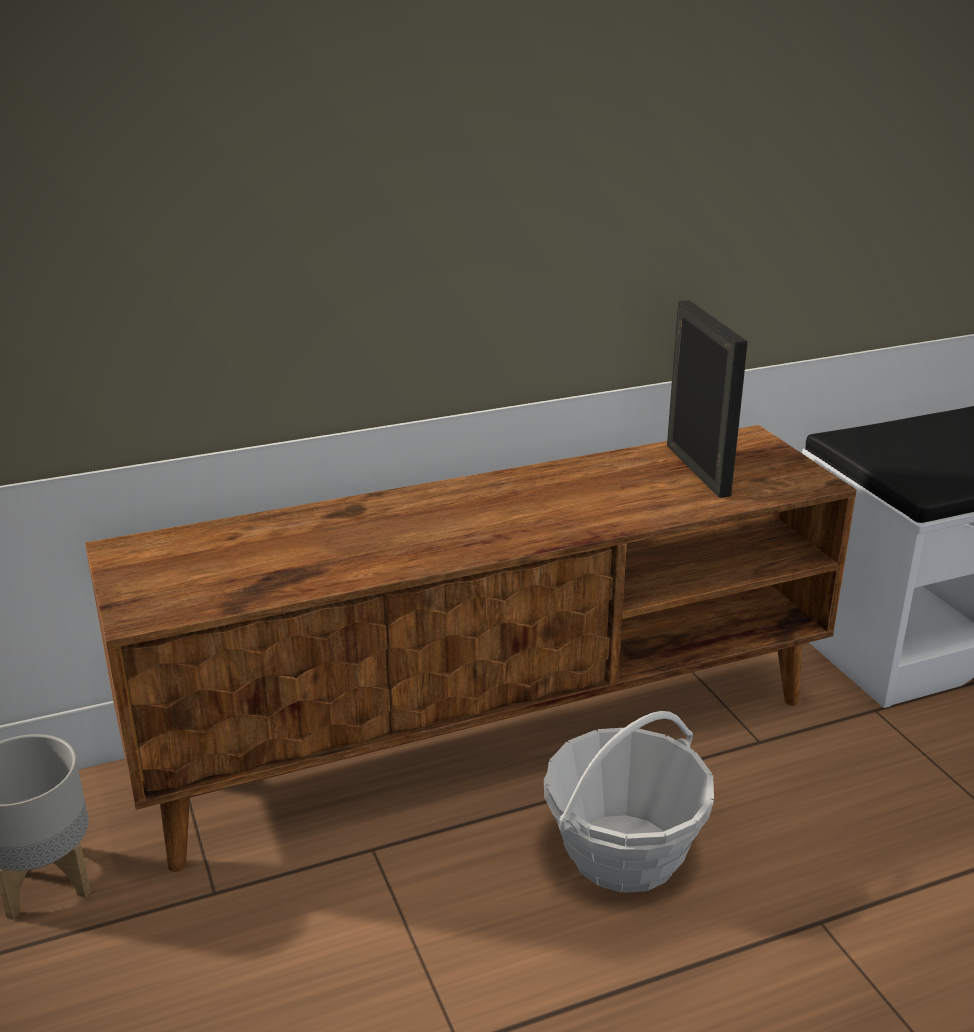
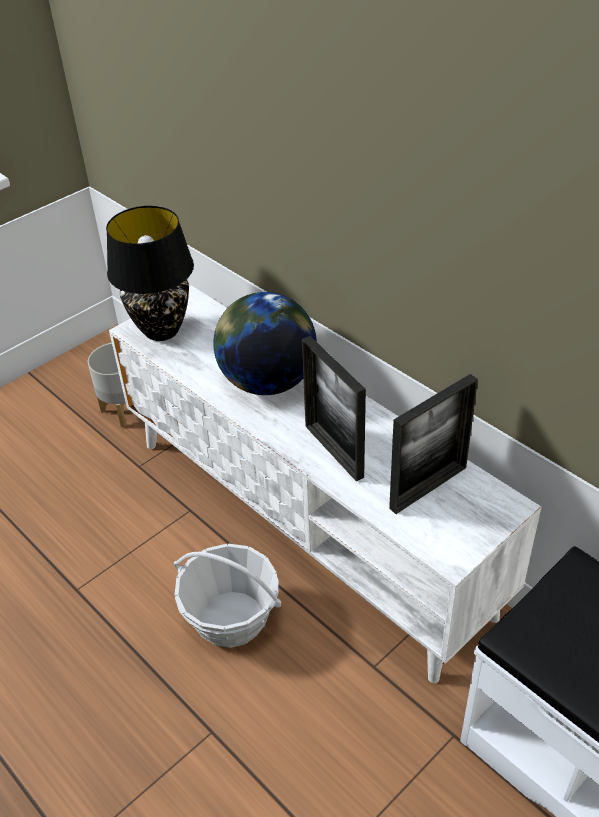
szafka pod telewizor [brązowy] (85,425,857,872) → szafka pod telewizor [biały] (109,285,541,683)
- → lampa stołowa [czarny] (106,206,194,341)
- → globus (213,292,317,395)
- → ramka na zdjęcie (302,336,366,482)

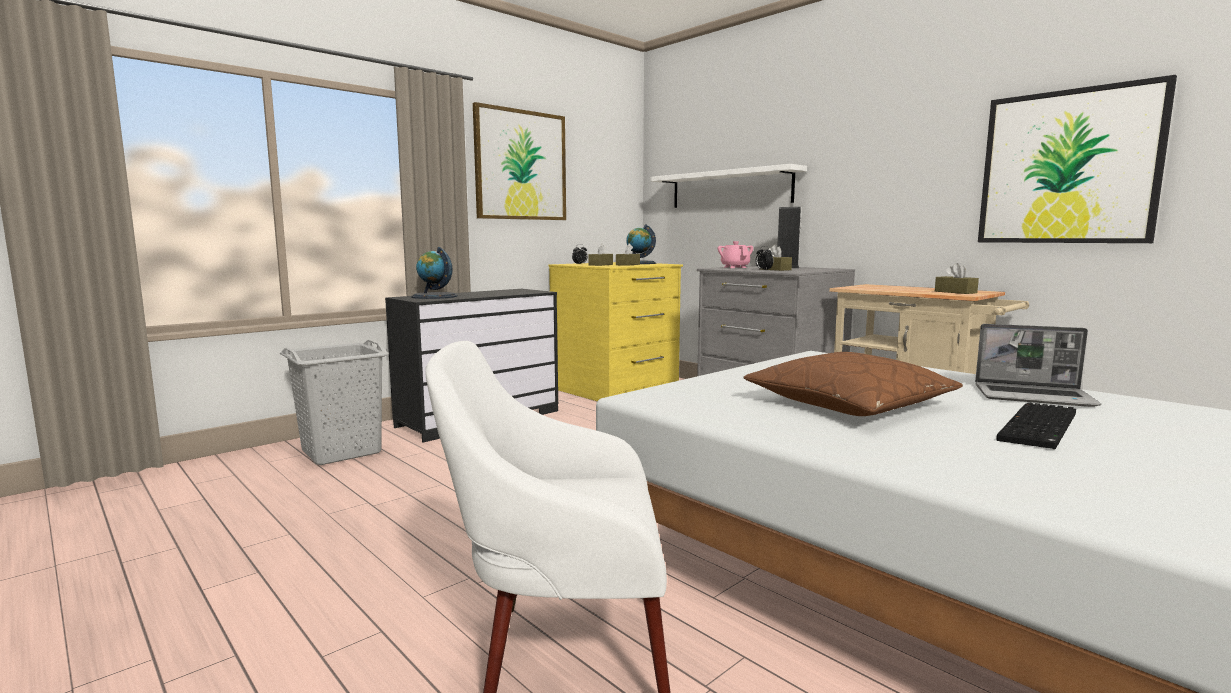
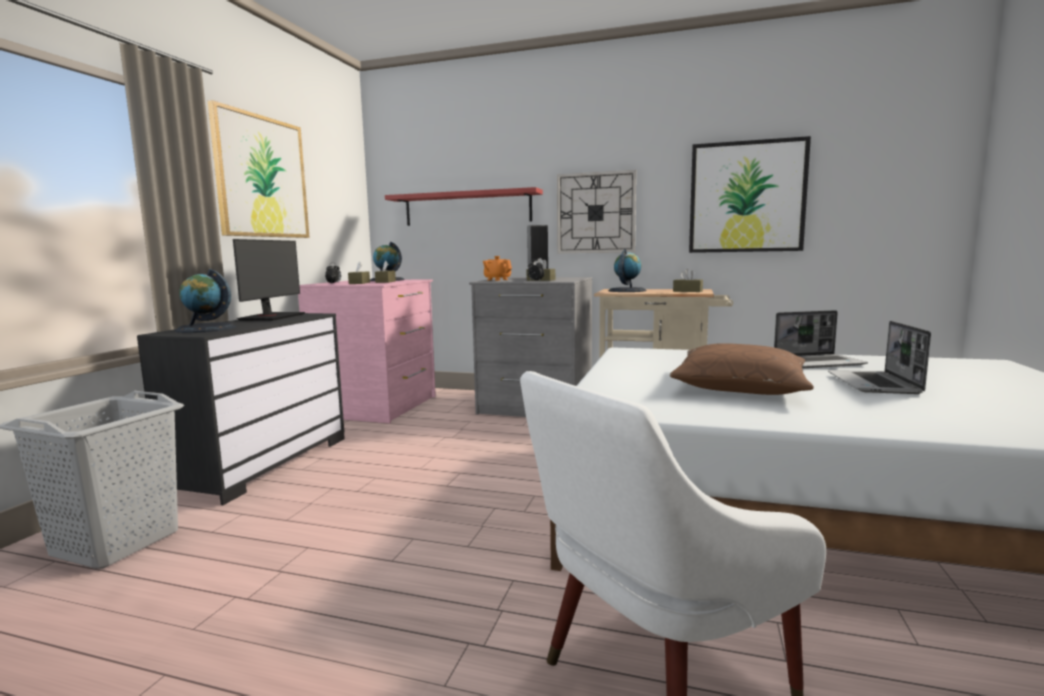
komoda [żółty] (548,262,683,401) → komoda [różowy] (298,280,436,423)
półka [biały] (650,164,807,208) → półka [czerwony] (385,187,543,226)
imbryk [różowy] (718,241,753,268) → imbryk [pomarańczowy] (483,256,512,281)
klawiatura (996,402,1076,449) → laptop (828,321,931,394)
- → monitor (233,239,305,321)
- → zegar ścienny (557,170,636,253)
- → globus (608,249,646,292)

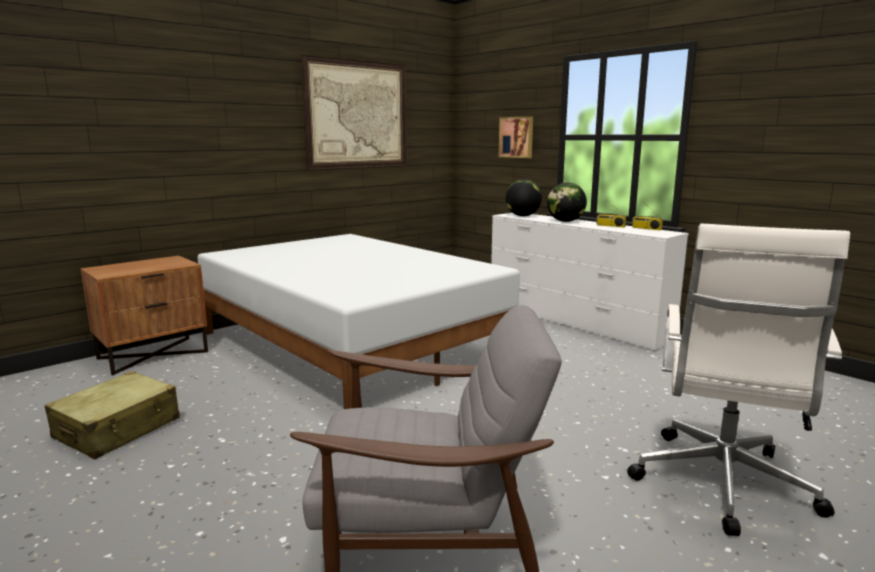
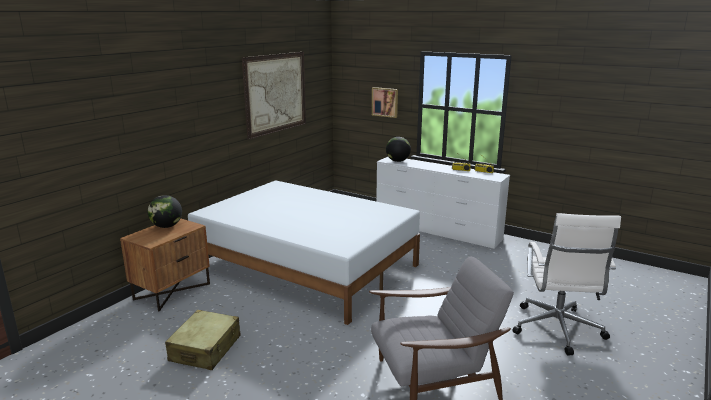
globus (547,182,587,222) → globus (148,195,182,228), move

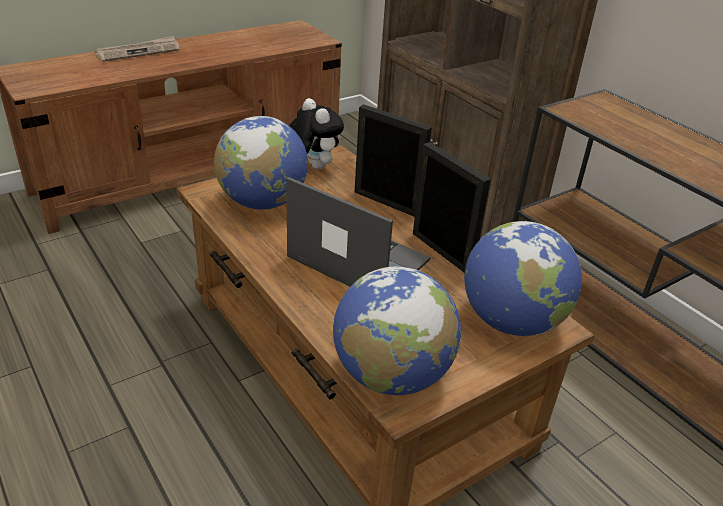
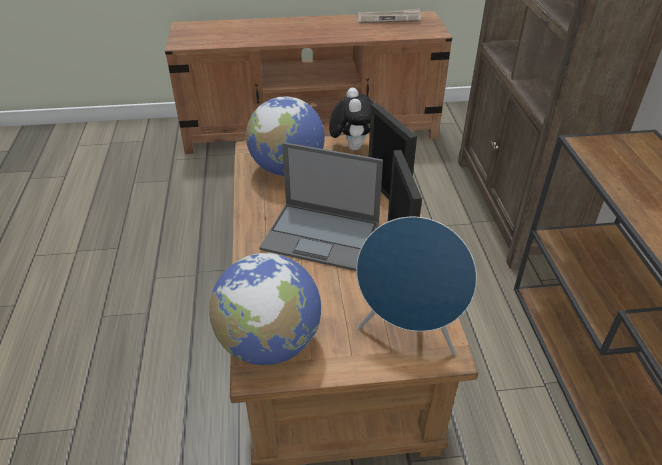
gazeta (95,36,179,62) → gazeta (356,9,421,23), move
laptop (286,177,431,286) → laptop (259,142,383,271), 135 degrees clockwise
globus (464,221,582,336) → głośnik [niebieski] (356,217,477,355)

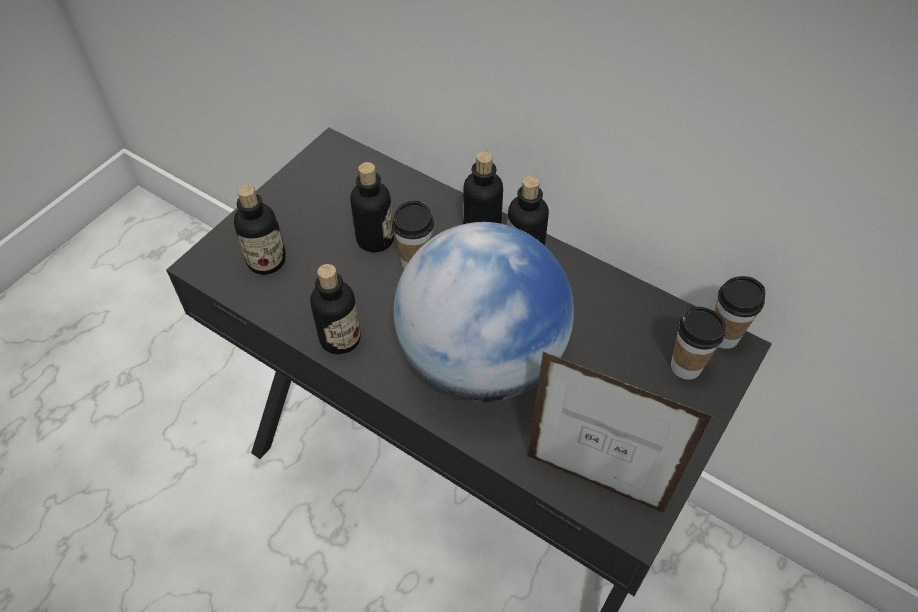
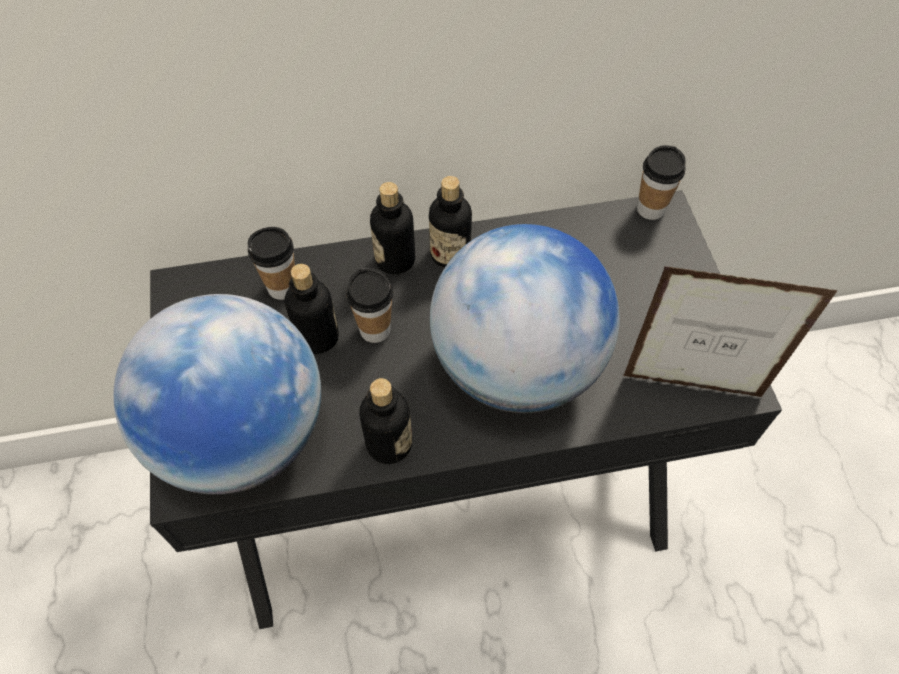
butelka (234,184,286,275) → globus (113,294,321,495)
ramka na zdjęcie (528,352,713,513) → ramka na zdjęcie (622,266,838,397), 150 degrees counterclockwise
filiżanka (671,307,726,380) → filiżanka (248,227,295,300), move

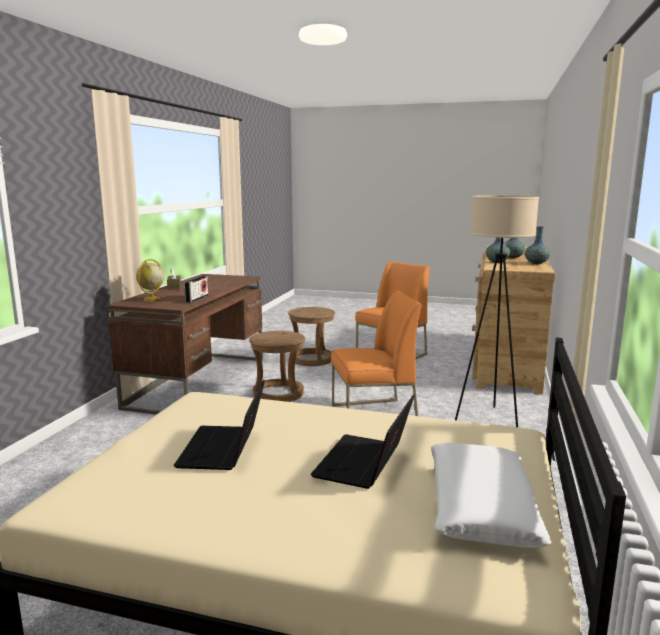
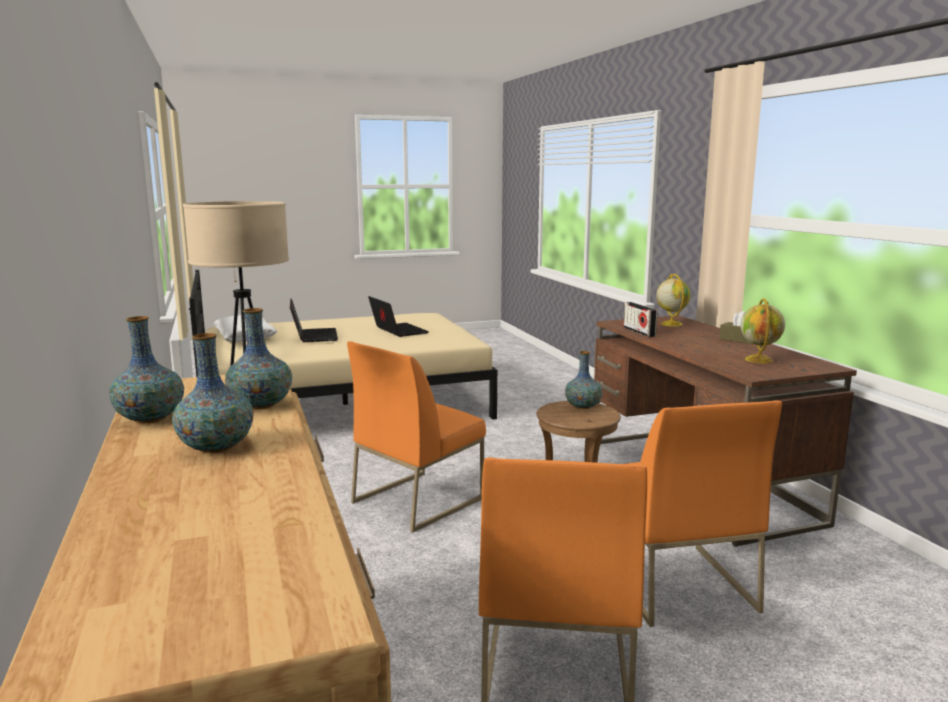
stołek [brązowy] (288,307,335,366) → krzesło [pomarańczowy] (627,400,782,627)
- → wazon (565,351,602,409)
- → globus (741,298,785,364)

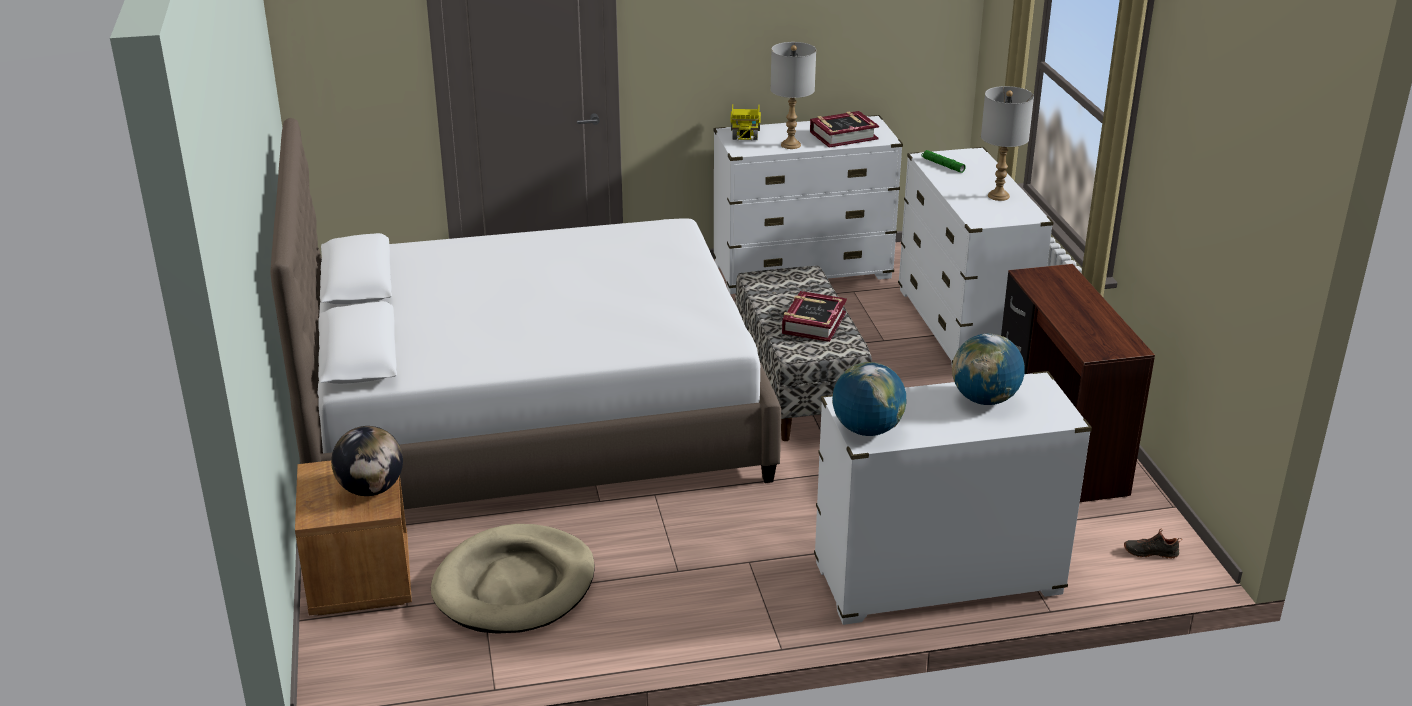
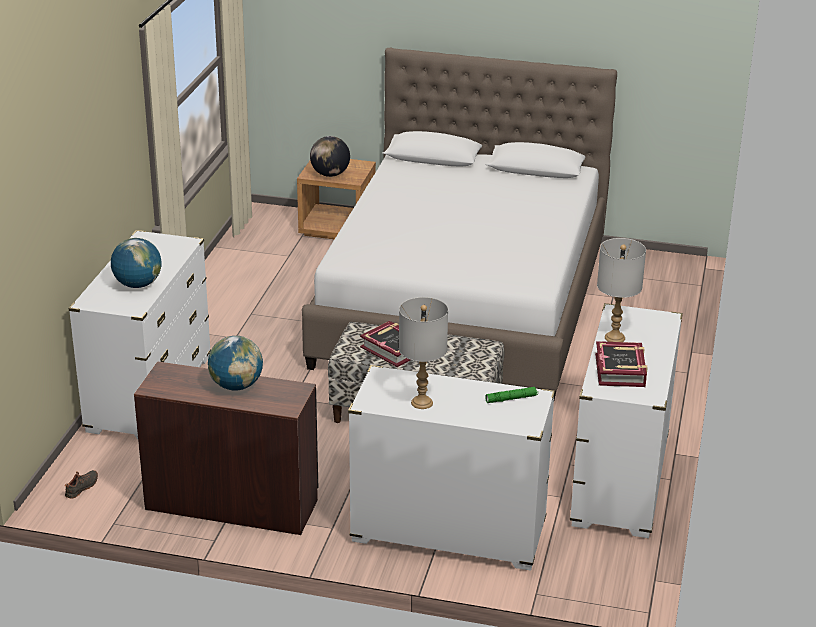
legowisko [beżowy] (431,524,595,634) → -
ciężarówka zabawkowa (730,104,761,141) → -
globus (832,362,906,436) → globus (208,336,263,391), move

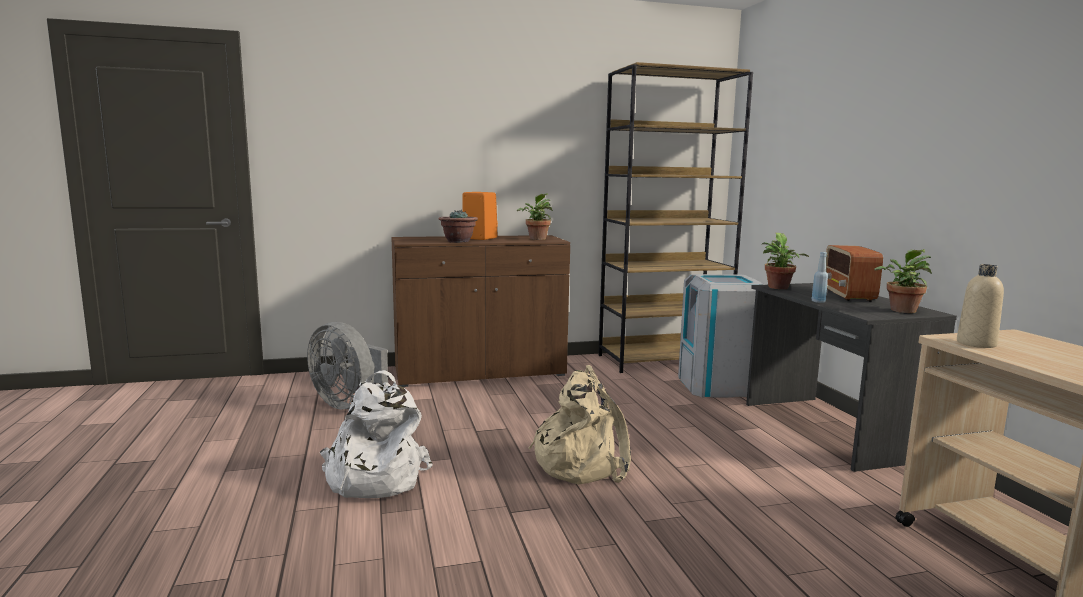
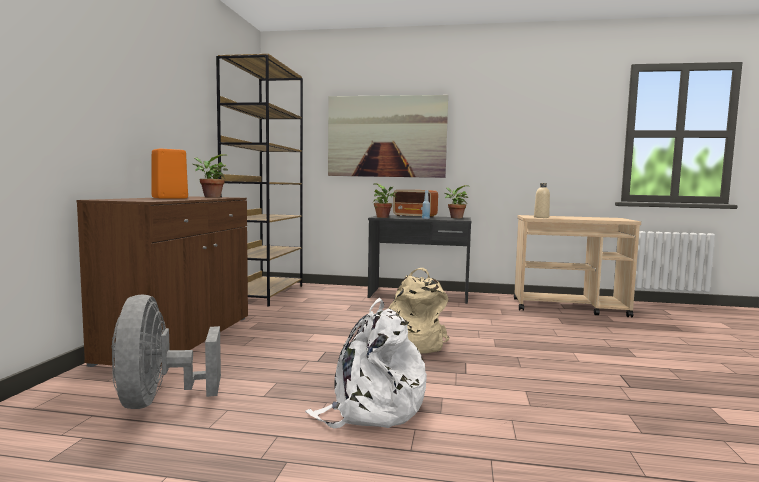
wentylator [szary] (307,322,388,409) → wentylator [szary] (111,294,221,409), 105 degrees clockwise
roślina doniczkowa (439,210,478,243) → -
kosz na śmieci [szary] (678,274,766,397) → -
- → obraz (328,95,448,178)

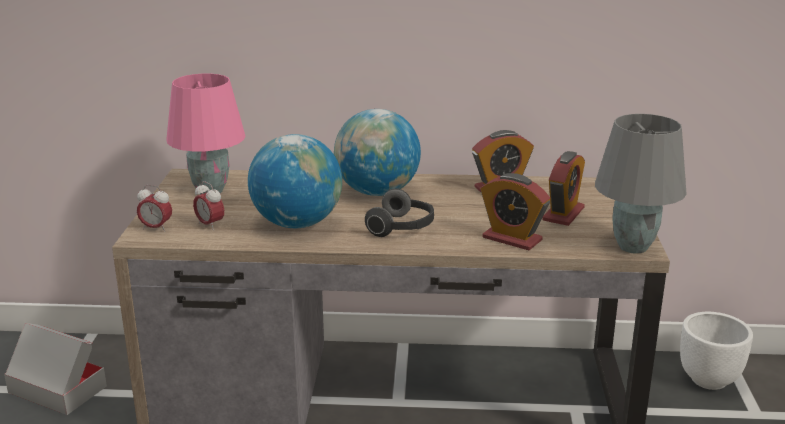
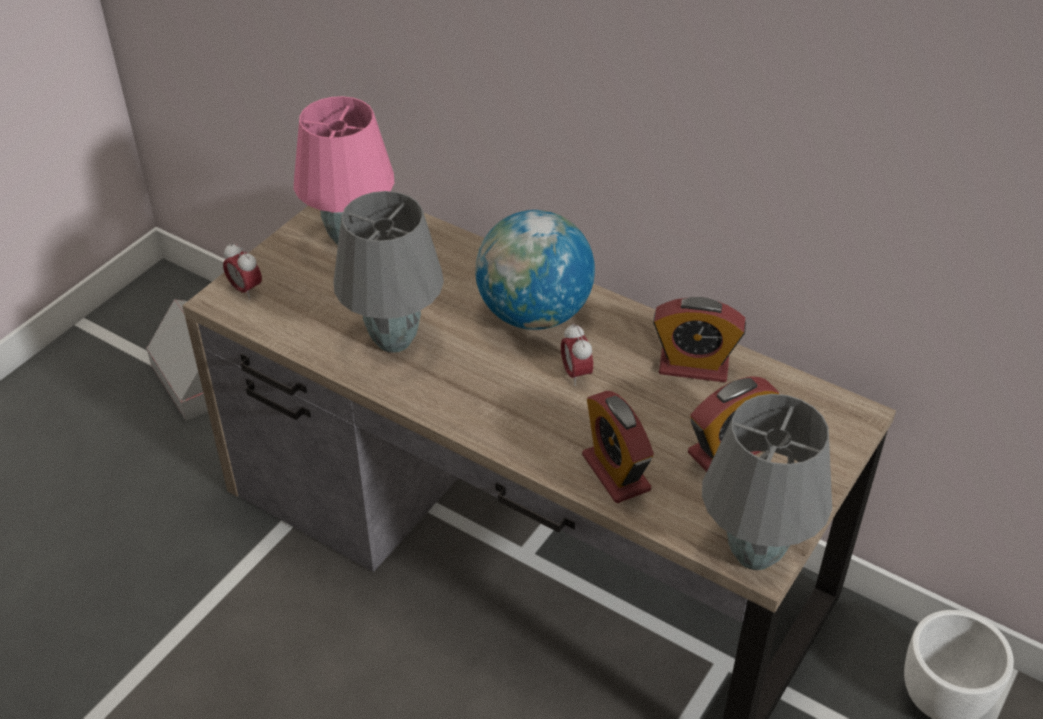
budzik (193,181,224,230) → budzik (561,323,593,386), move
globus (248,134,342,228) → lampa stołowa [szary] (333,191,444,353)
słuchawki (365,189,434,237) → -

